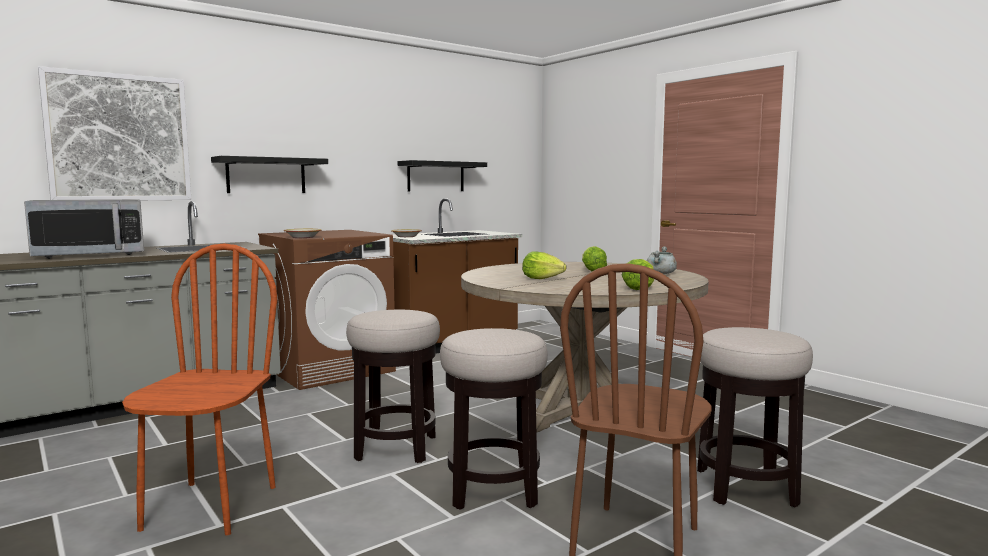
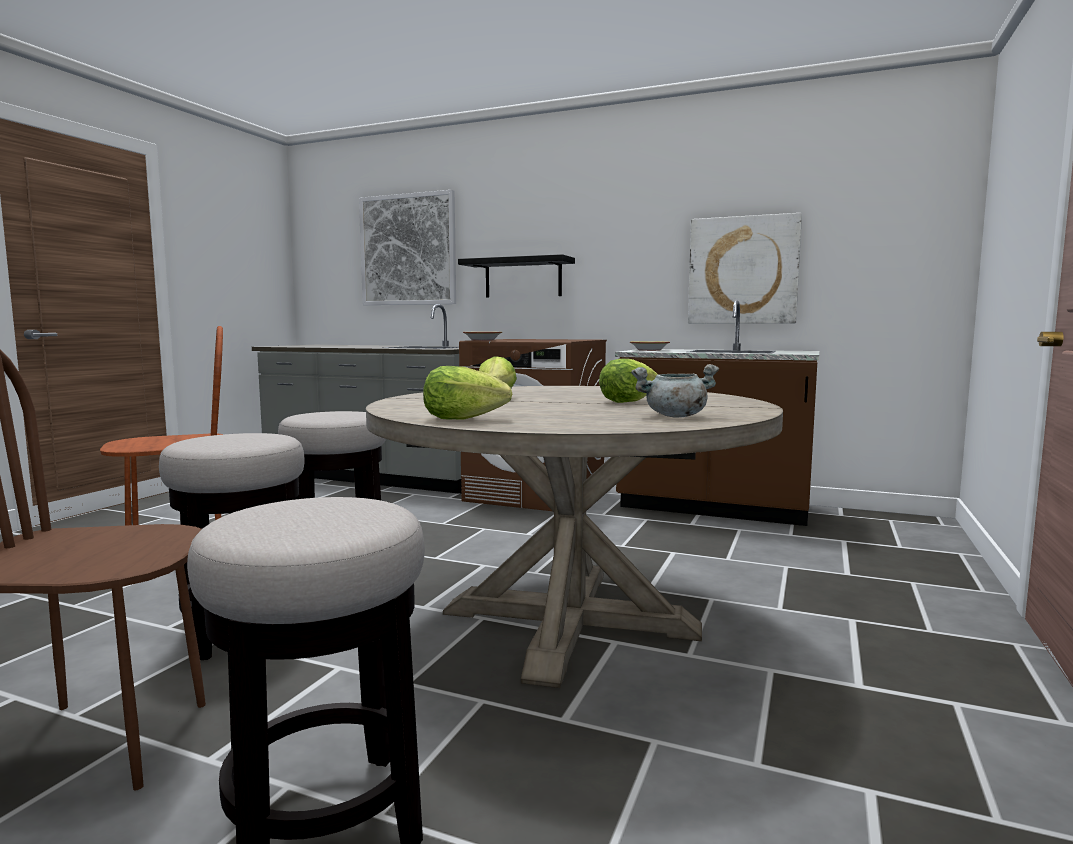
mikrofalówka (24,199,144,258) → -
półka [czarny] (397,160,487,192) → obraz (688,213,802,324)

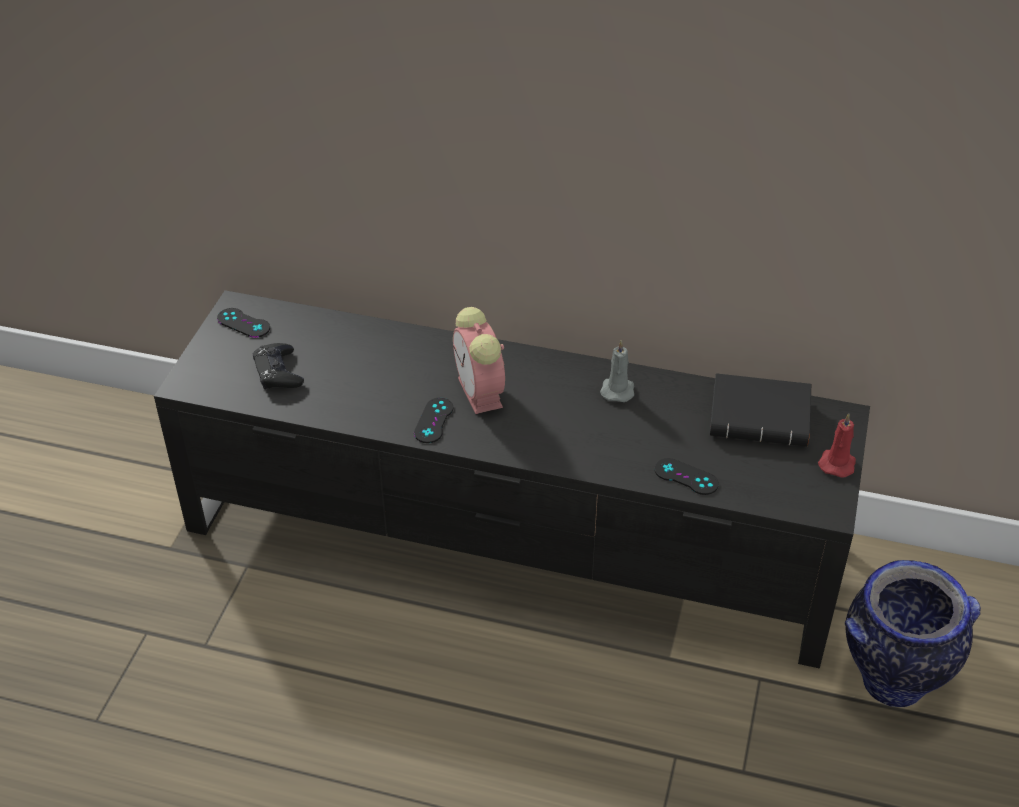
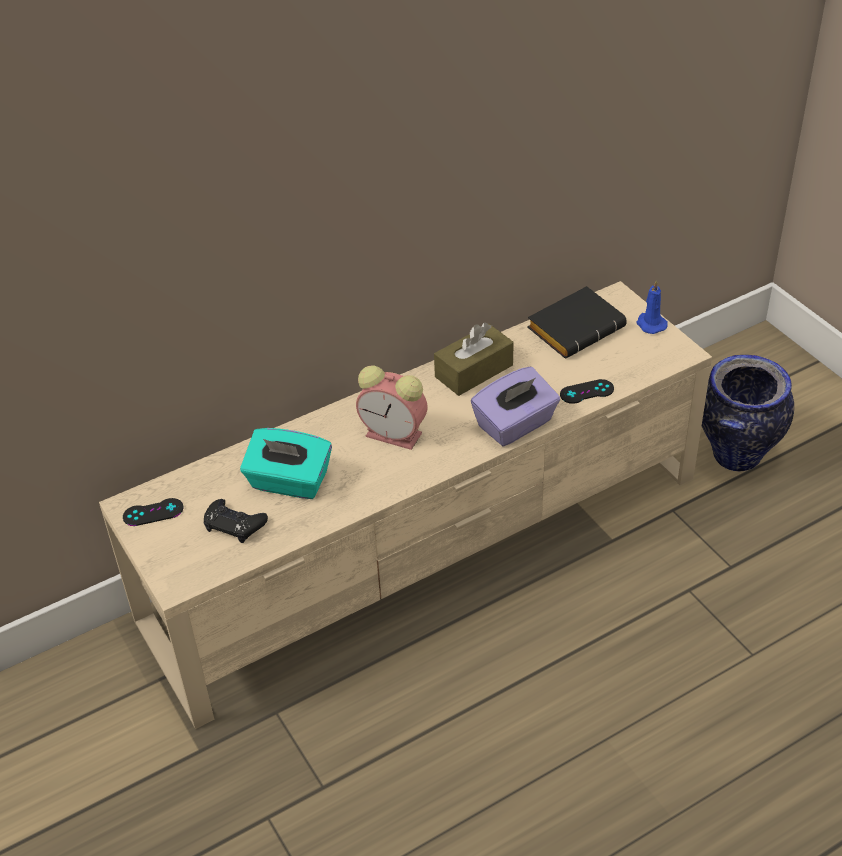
szafka pod telewizor [czarny] (154,290,870,669) → szafka pod telewizor [beżowy] (99,281,712,729)
pad do gier [czarny] (414,398,453,443) → -
świeca [szary] (600,340,634,402) → pudełko chusteczek [brązowy] (434,322,514,396)
świeca [czerwony] (818,413,856,478) → świeca [niebieski] (636,280,668,334)
- → pudełko chusteczek [turkusowy] (240,428,332,499)
- → pudełko chusteczek [fioletowy] (471,367,560,446)

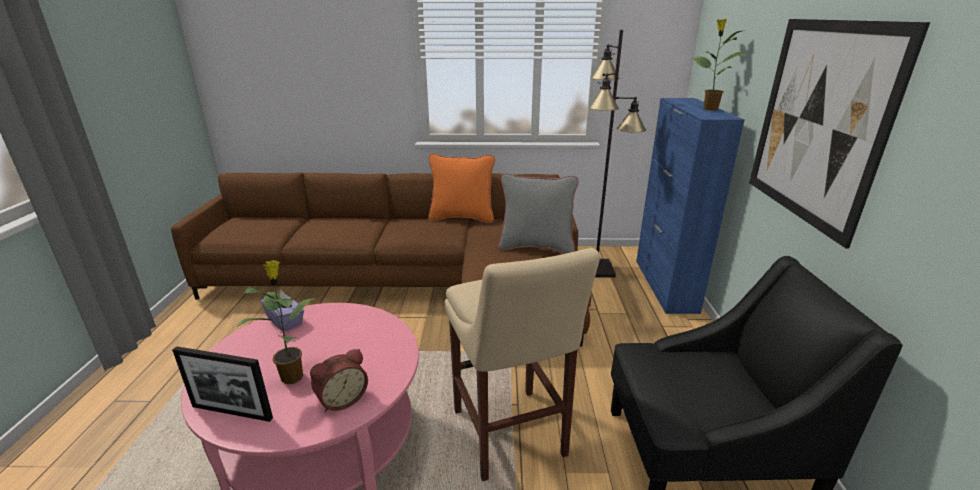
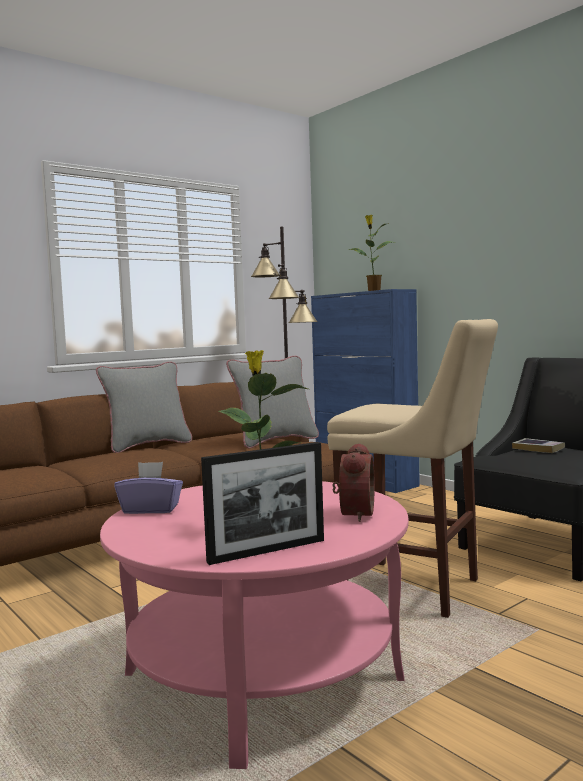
poduszka [pomarańczowy] (428,154,495,223) → poduszka [szary] (96,362,192,453)
obraz (749,19,930,249) → -
- → książka (512,438,565,453)

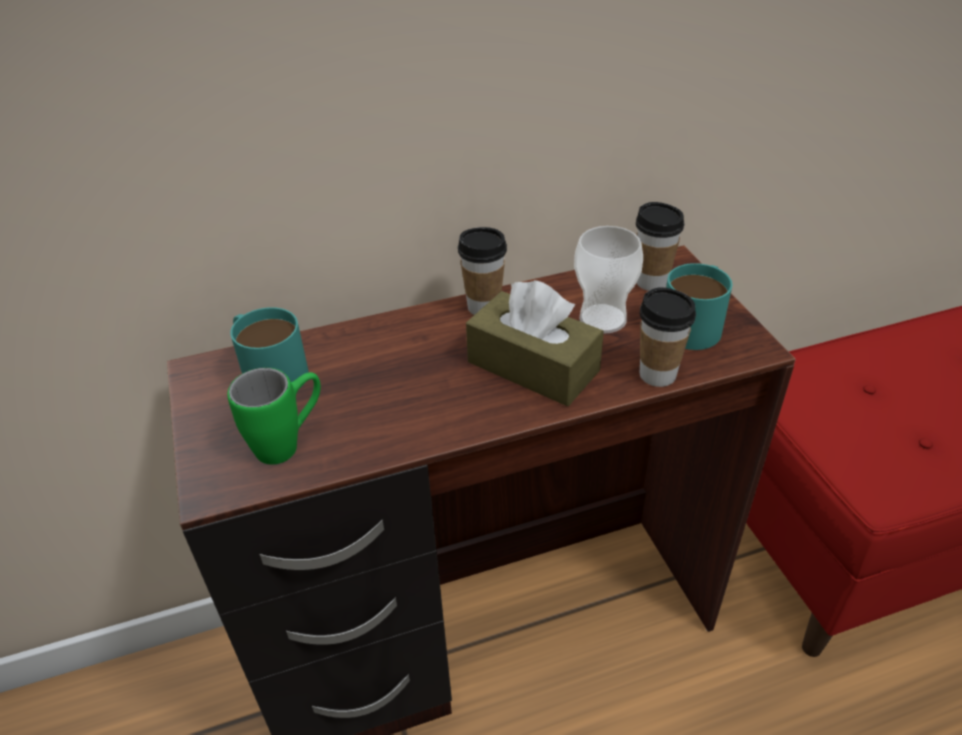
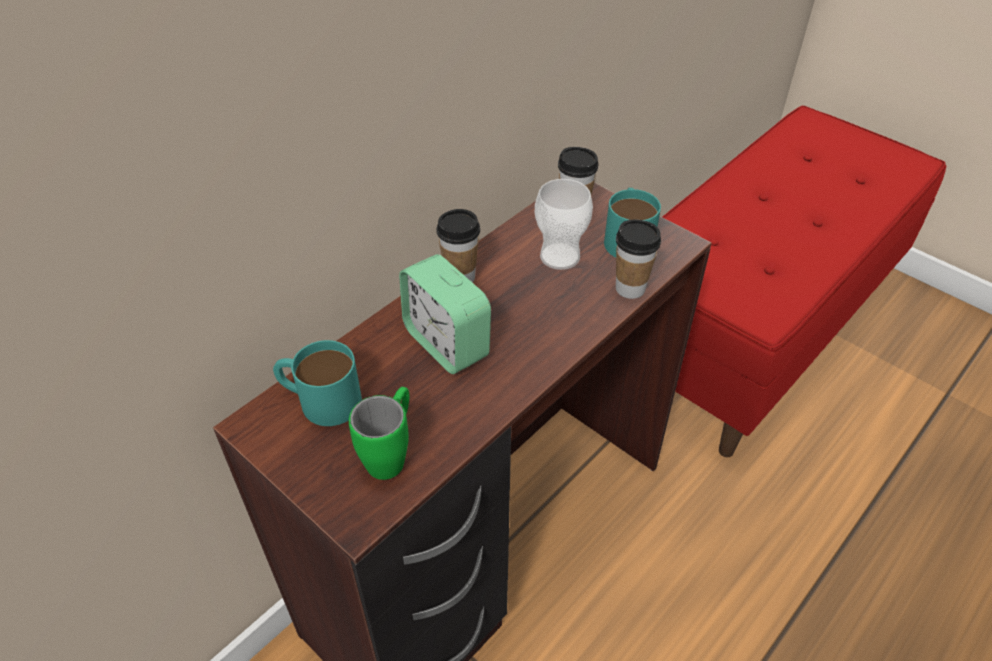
pudełko chusteczek [brązowy] (466,280,604,406) → -
- → budzik (399,254,491,374)

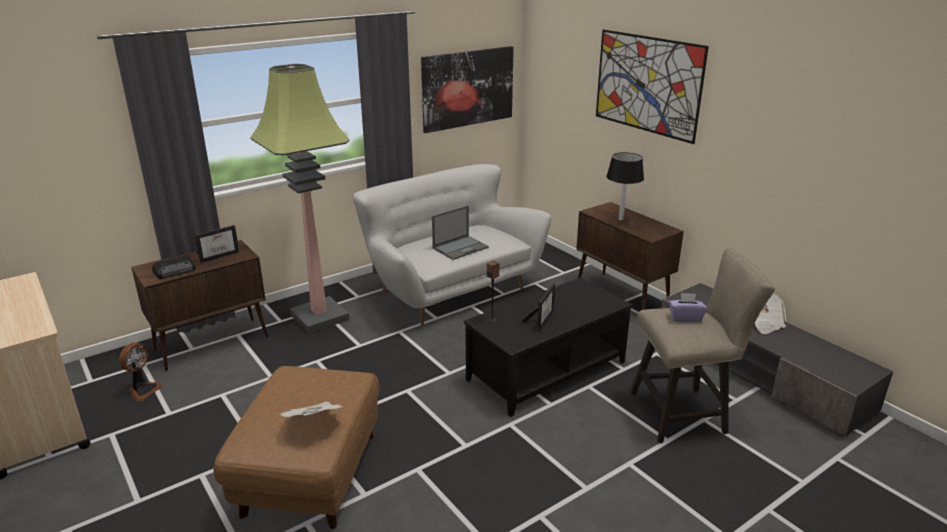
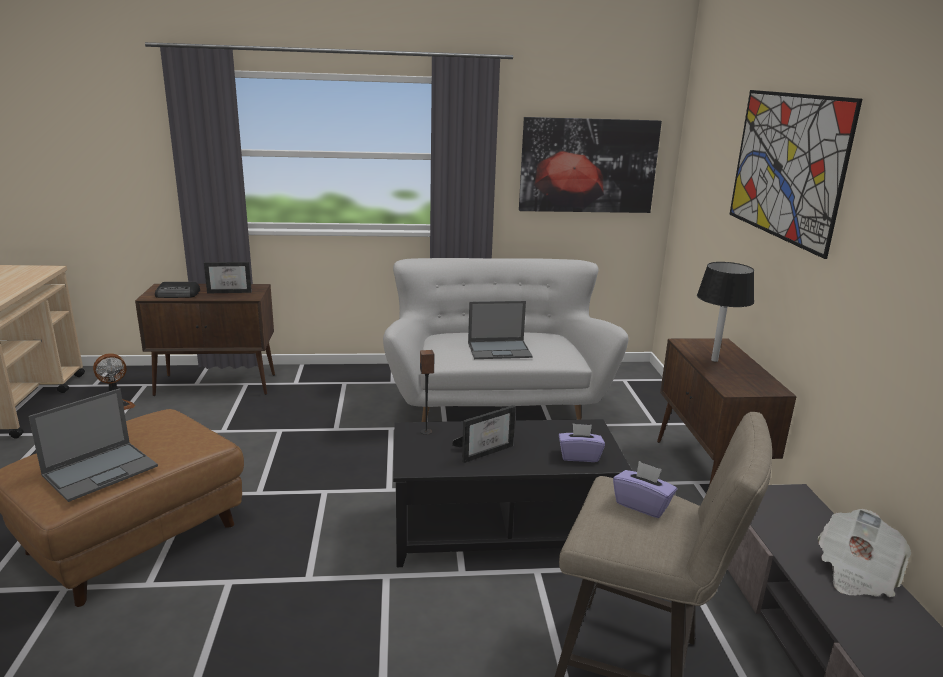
lampa stojąca (250,64,350,334) → -
gazeta (280,402,343,417) → laptop (29,388,158,502)
- → pudełko chusteczek [fioletowy] (559,423,605,462)

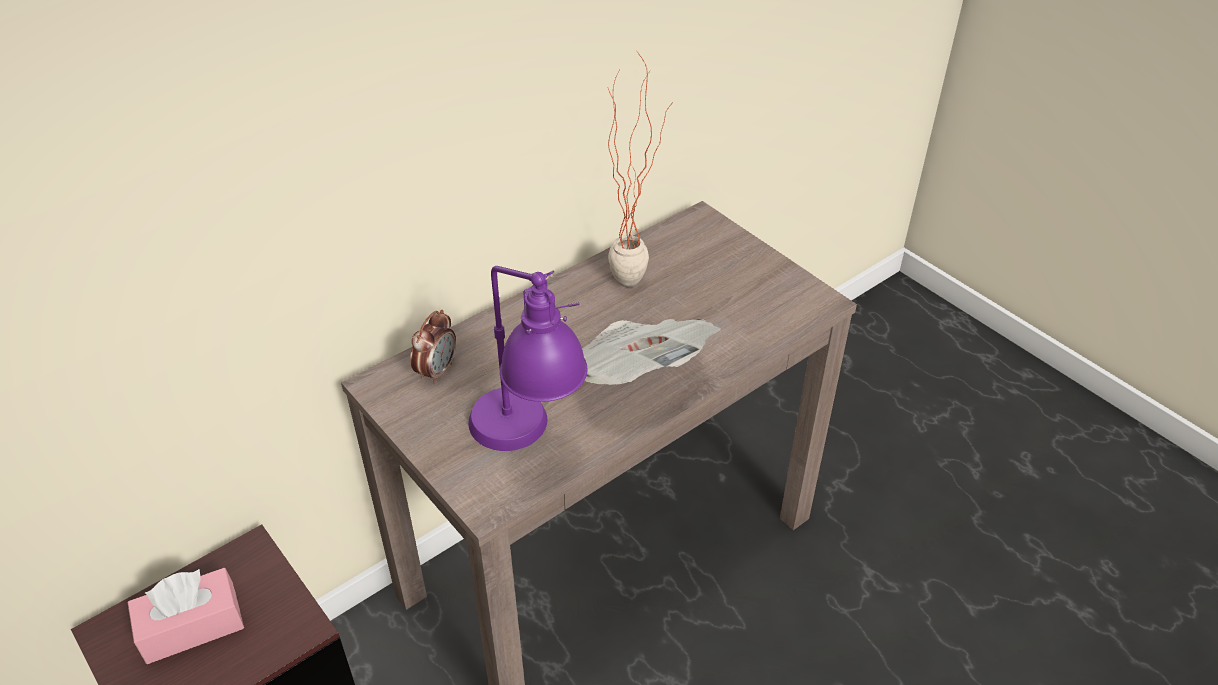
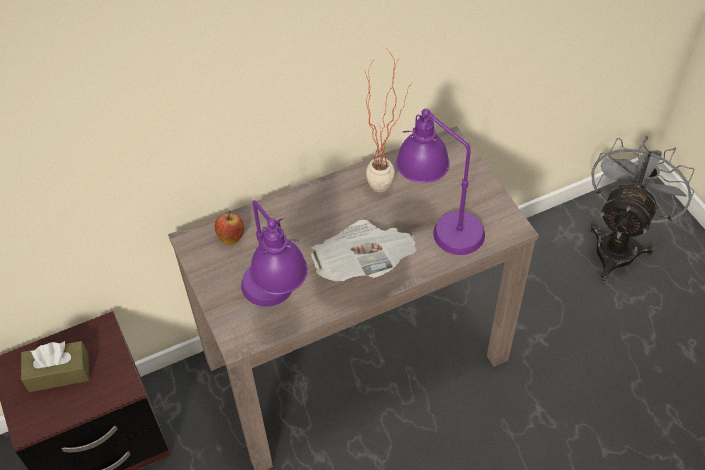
pudełko chusteczek [różowy] (127,568,244,664) → pudełko chusteczek [brązowy] (21,341,90,392)
budzik (410,310,456,385) → jabłko (215,210,244,245)
- → lampa stołowa [fioletowy] (396,108,485,255)
- → wentylator [szary] (589,136,695,281)

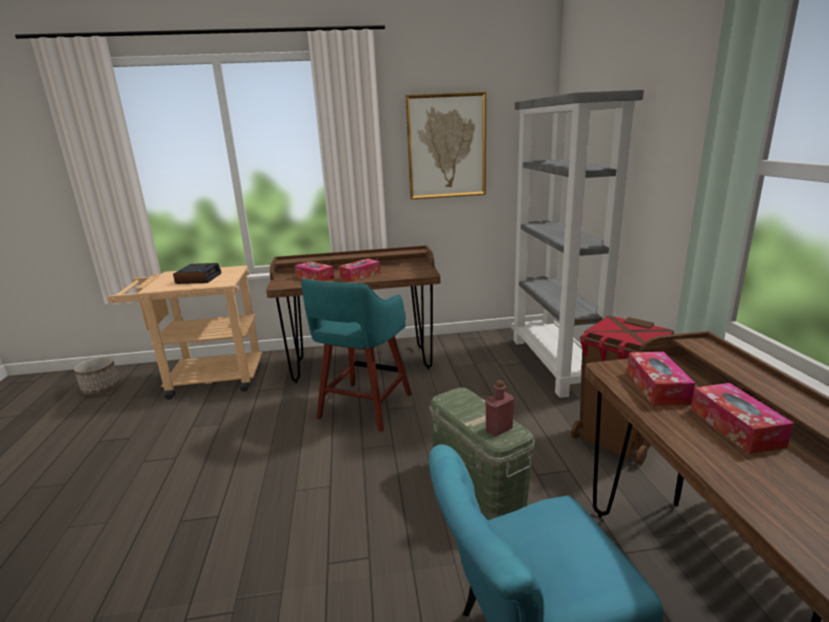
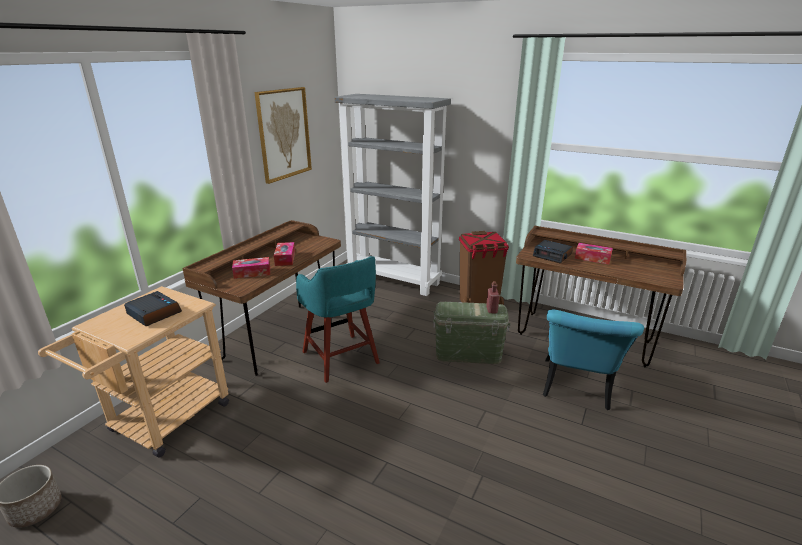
pudełko chusteczek (627,352,695,406) → budzik (533,240,573,263)

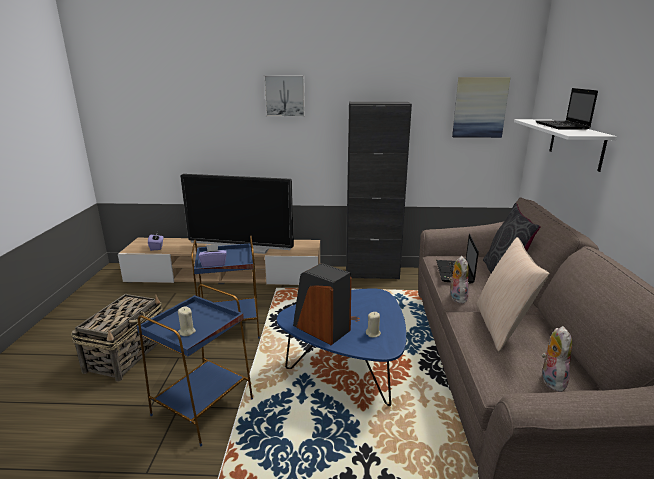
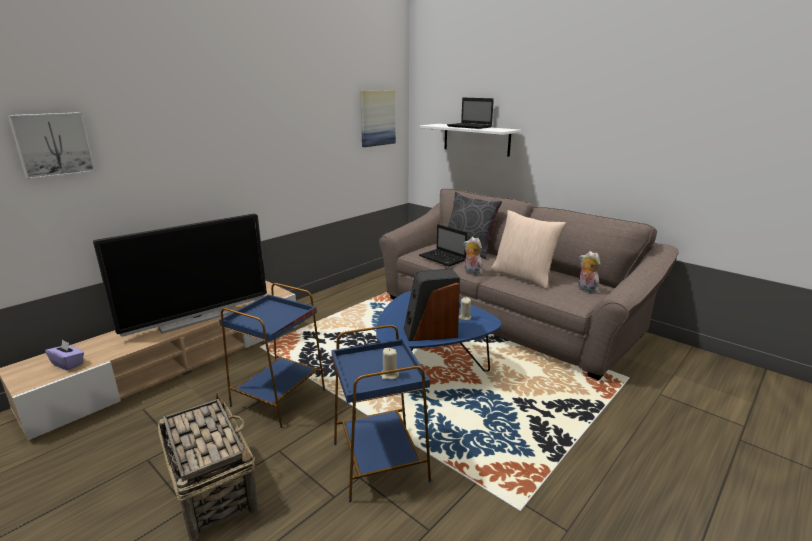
pudełko chusteczek [fioletowy] (198,244,226,267) → -
obraz (264,75,305,117) → obraz (8,112,96,179), move
szafka [czarny] (346,102,412,280) → -

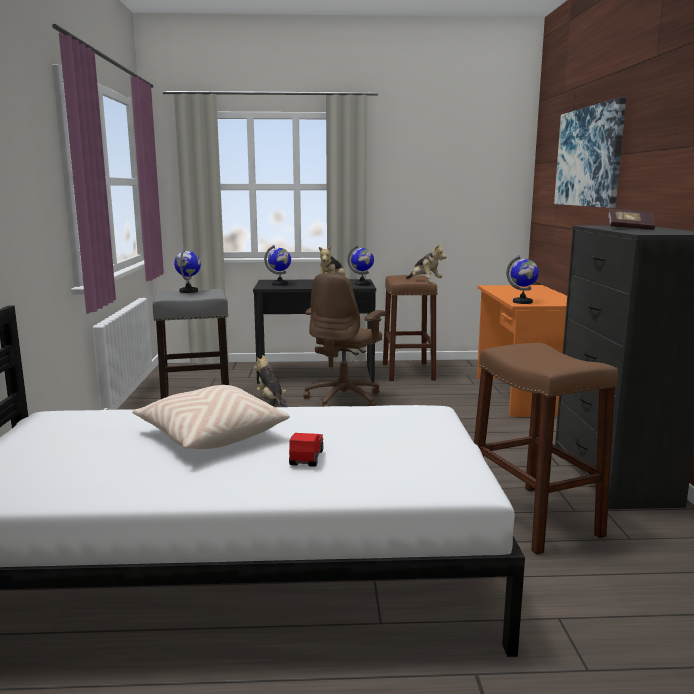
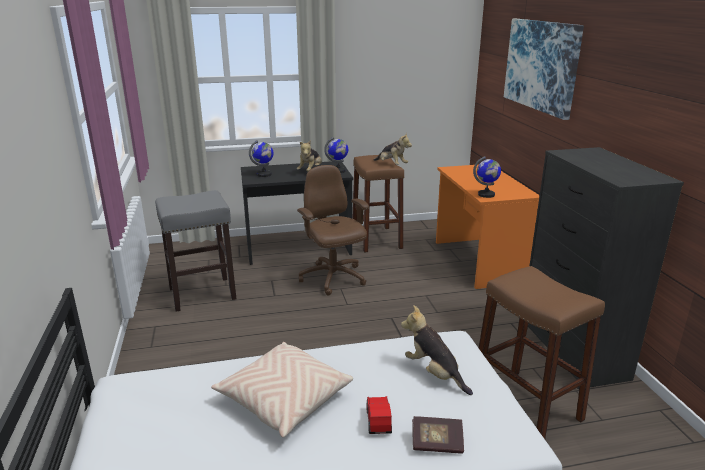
globus (174,248,201,293) → -
pluszak (254,355,287,407) → pluszak (401,305,473,395), move
krzesło biurowe [brązowy] (303,273,386,407) → krzesło biurowe [brązowy] (297,165,369,296), 135 degrees clockwise
książka (608,209,655,230) → książka (412,416,464,454), move

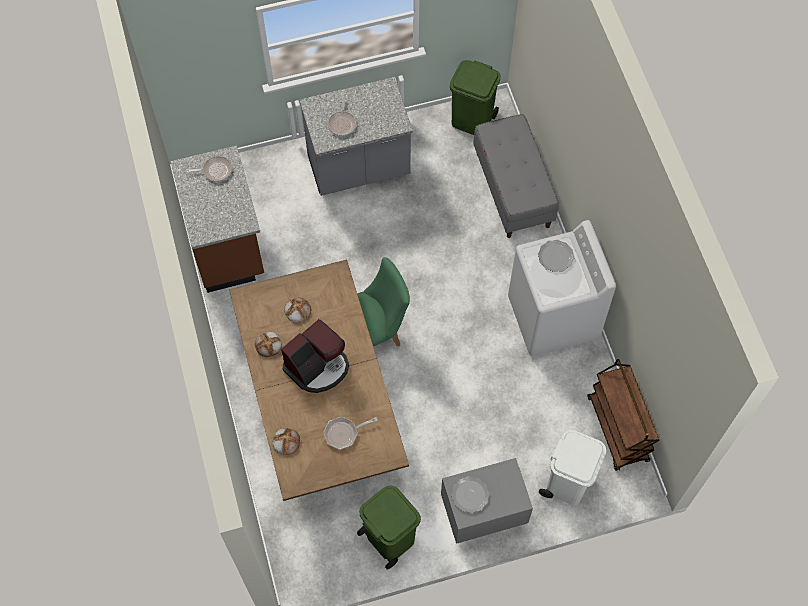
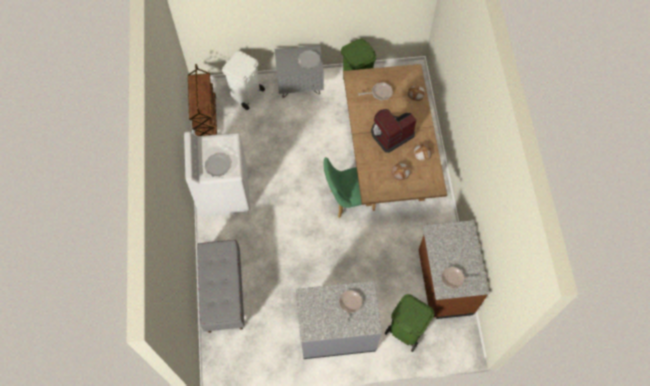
kosz na śmieci [zielony] (450,60,501,135) → kosz na śmieci [zielony] (385,294,434,352), move

